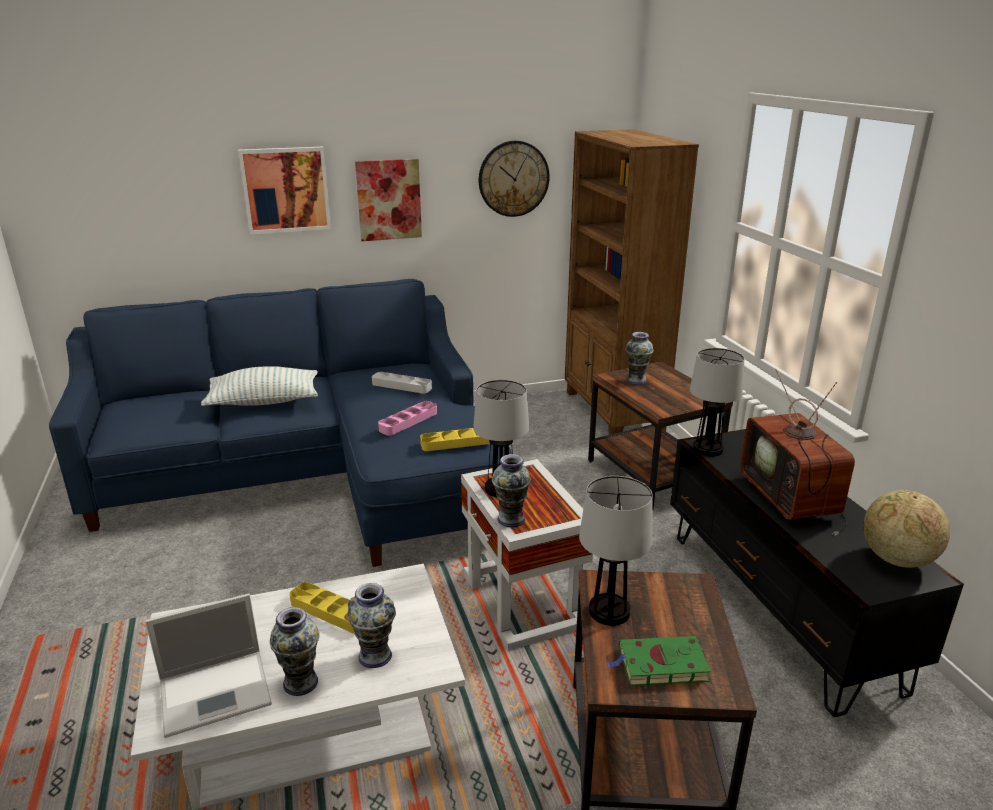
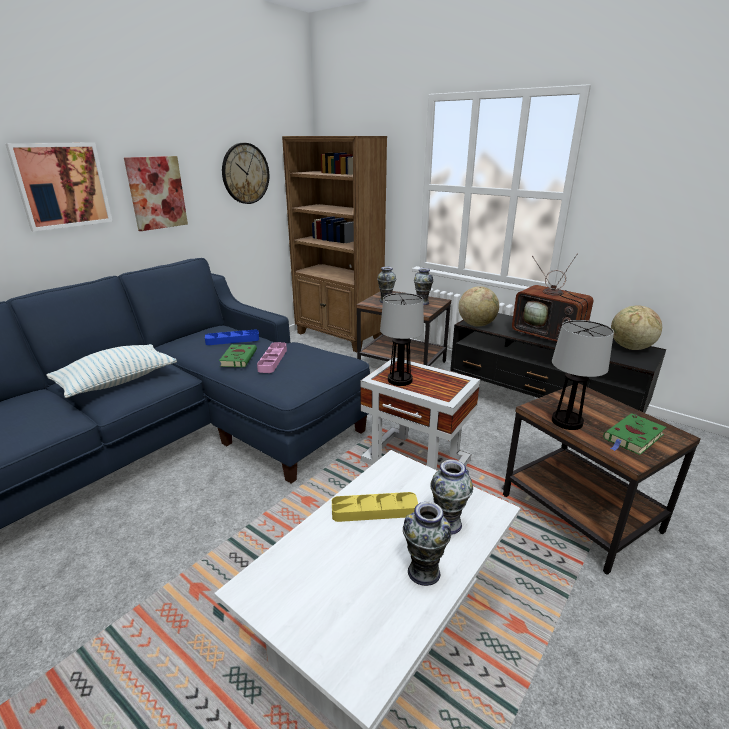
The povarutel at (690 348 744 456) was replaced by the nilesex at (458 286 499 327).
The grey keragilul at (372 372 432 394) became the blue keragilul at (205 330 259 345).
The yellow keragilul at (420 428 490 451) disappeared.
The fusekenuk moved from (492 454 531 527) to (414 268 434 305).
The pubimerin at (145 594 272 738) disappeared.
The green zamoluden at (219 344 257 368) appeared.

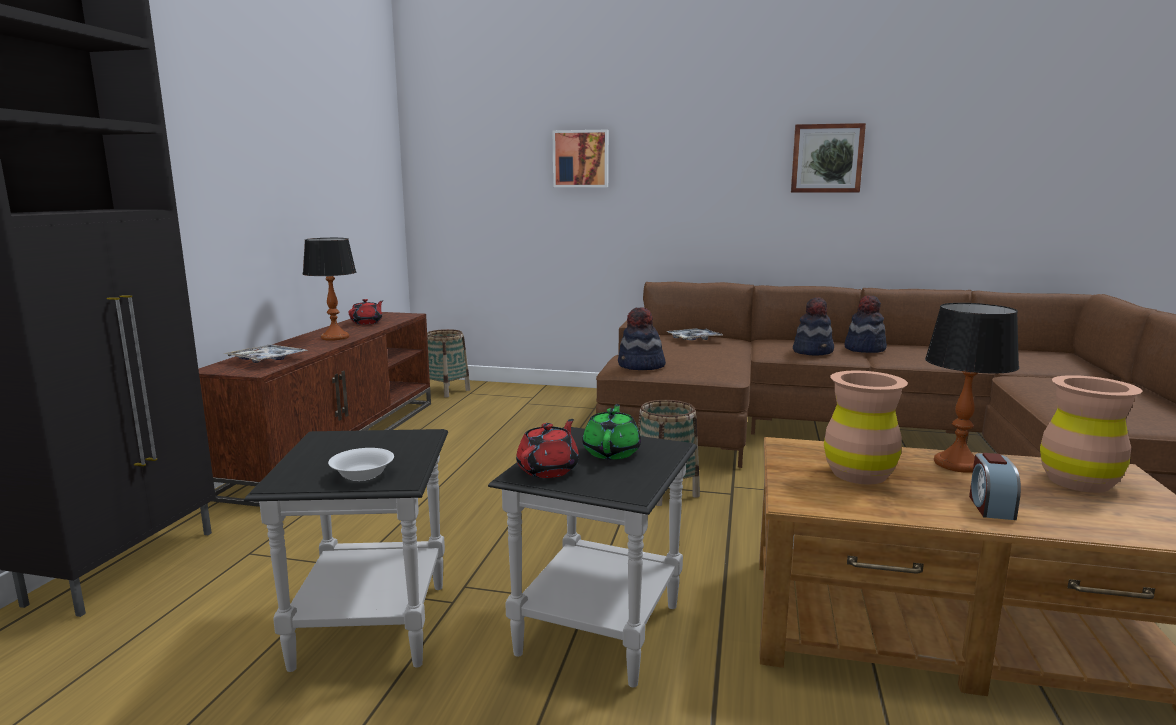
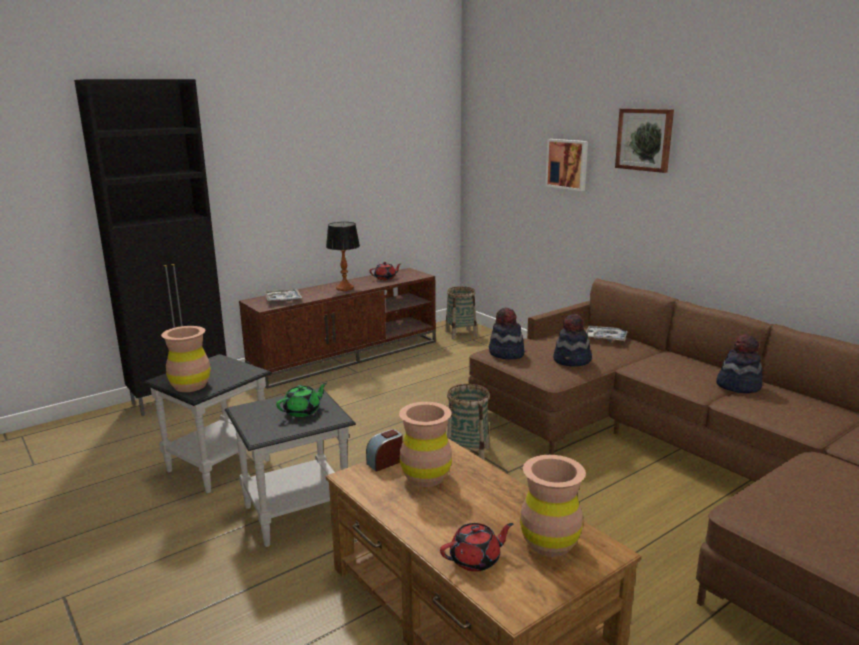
The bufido moved from (791 123 866 193) to (615 108 674 173).
The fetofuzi moved from (793 297 834 355) to (553 314 592 367).
The povarutel at (925 303 1019 473) disappeared.
The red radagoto moved from (516 419 579 478) to (440 523 513 572).
The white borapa at (328 448 394 481) was replaced by the brown fusekenuk at (161 326 211 392).
The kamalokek moved from (969 453 1021 520) to (366 429 403 472).

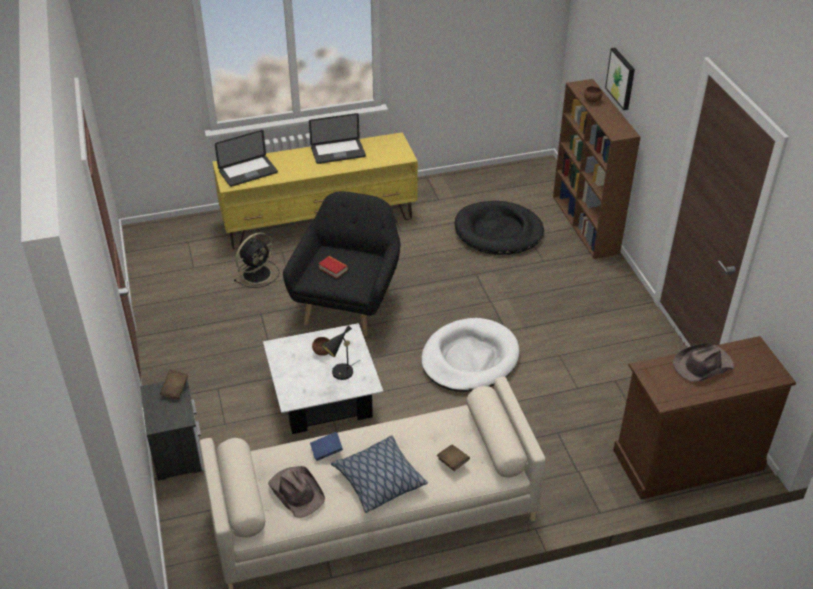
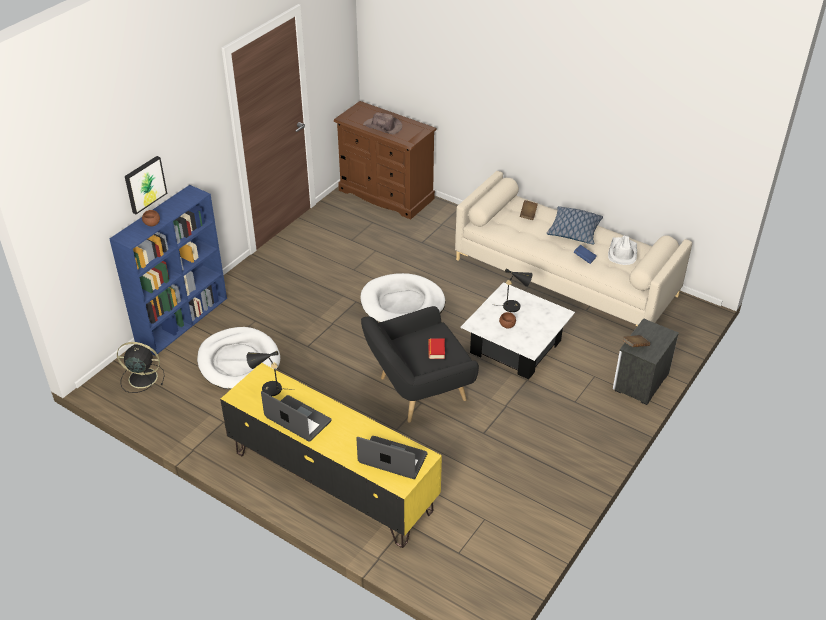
The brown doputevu at (553 79 640 259) became the blue doputevu at (110 185 227 356).
The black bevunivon at (454 201 544 255) became the white bevunivon at (197 327 280 389).
The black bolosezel moved from (233 232 280 288) to (117 342 165 393).
The brown fetofuzi at (268 466 325 518) became the white fetofuzi at (608 236 637 265).
The black povarutel at (247 351 294 396) appeared.

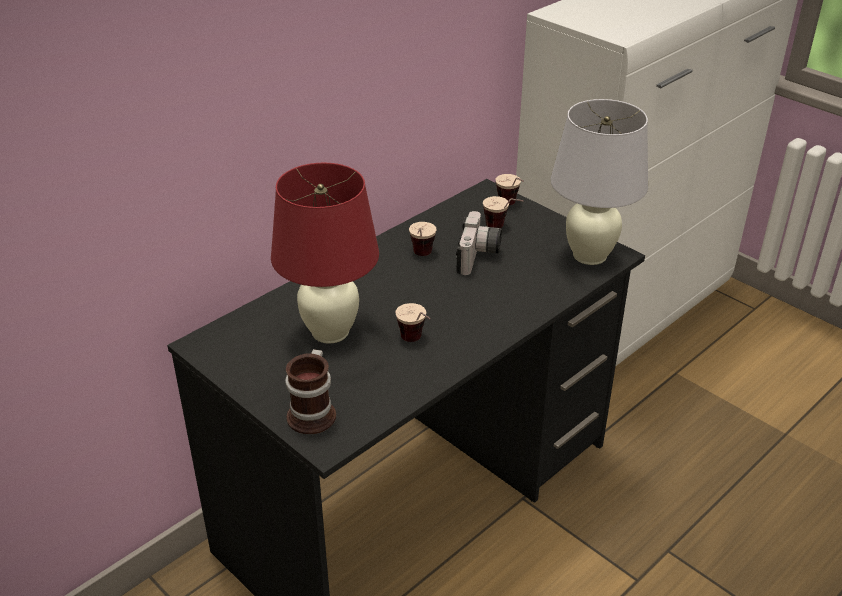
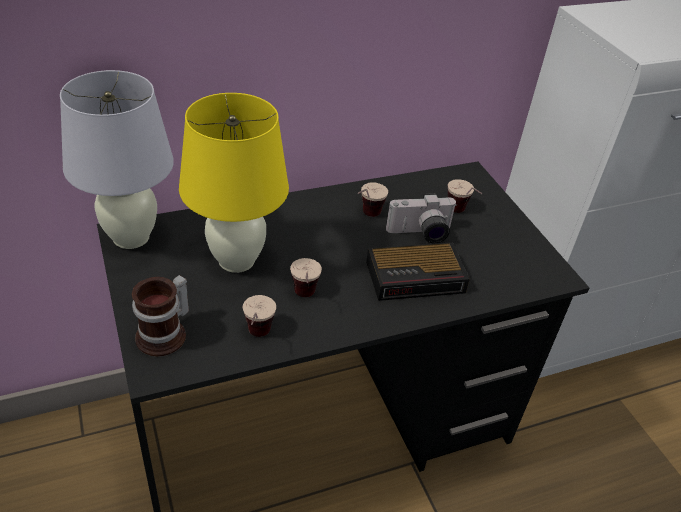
The white povarutel moved from (551 99 648 265) to (60 70 174 249).
The red povarutel at (271 163 379 344) became the yellow povarutel at (179 93 289 273).
The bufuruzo moved from (496 174 524 205) to (243 295 276 337).
The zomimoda at (456 211 502 275) turned 45 degrees clockwise.
The kamalokek at (366 242 470 301) appeared.

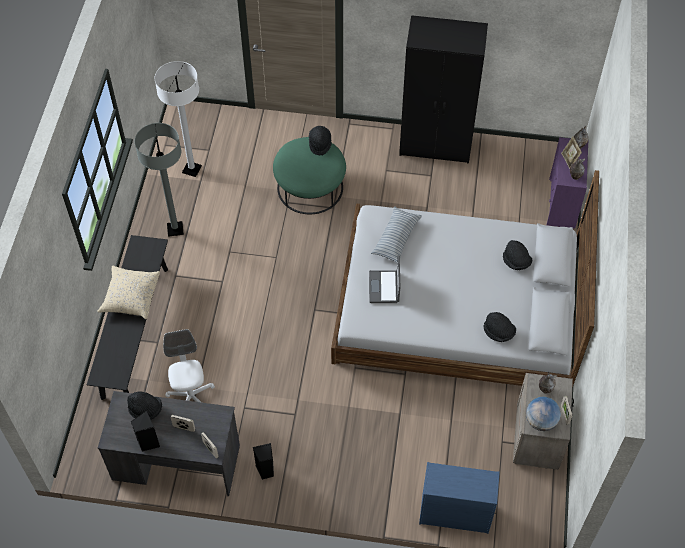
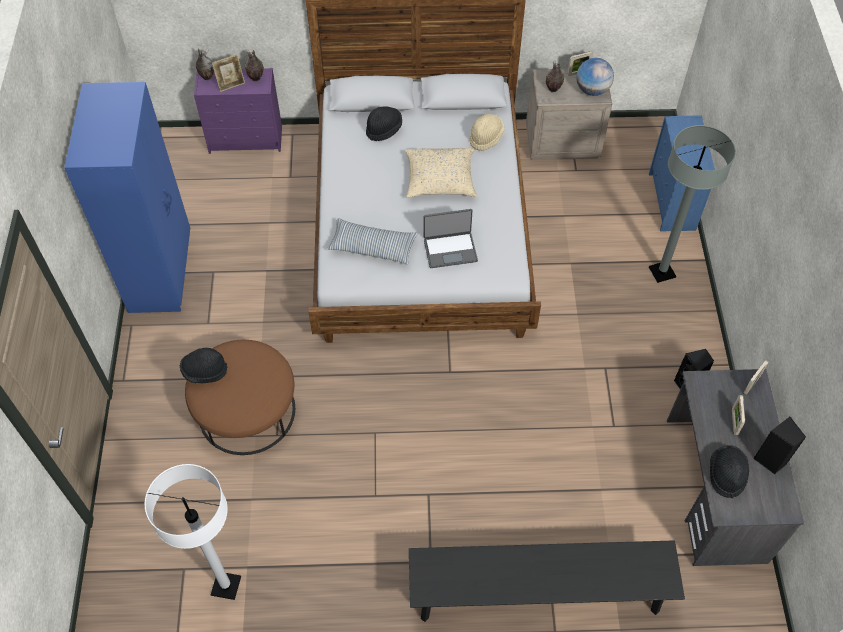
The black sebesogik at (399 15 488 164) became the blue sebesogik at (64 82 190 313).
The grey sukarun moved from (134 123 184 237) to (649 125 736 283).
The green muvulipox at (273 137 346 214) became the brown muvulipox at (185 340 295 455).
The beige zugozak moved from (97 266 160 319) to (405 148 477 198).
The black fetofuzi at (483 312 516 342) became the beige fetofuzi at (469 114 505 151).
The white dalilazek at (163 329 215 403) disappeared.

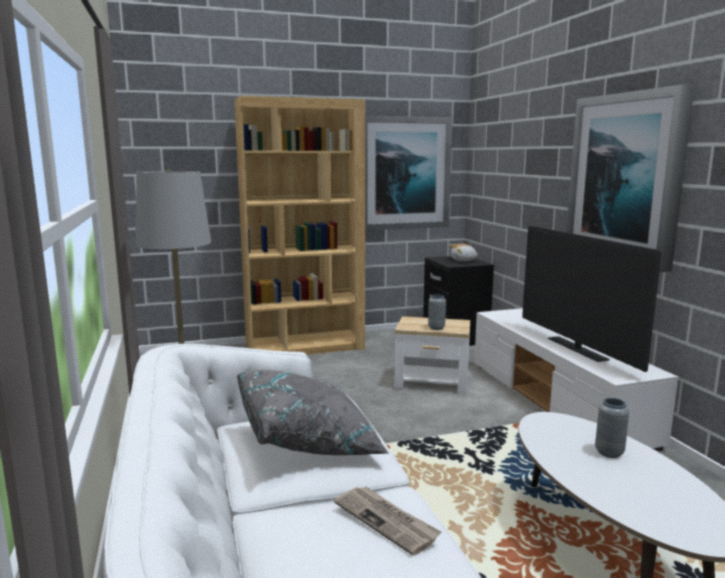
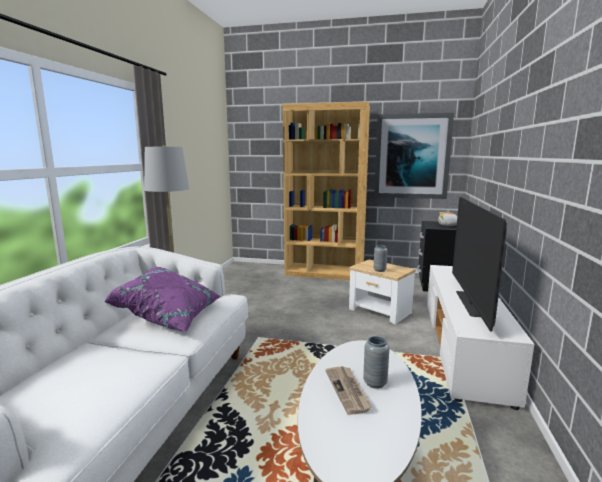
The bufido at (566 84 695 272) disappeared.
The grey zugozak at (237 370 389 455) became the purple zugozak at (104 267 221 333).
The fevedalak moved from (334 487 442 555) to (326 366 372 415).

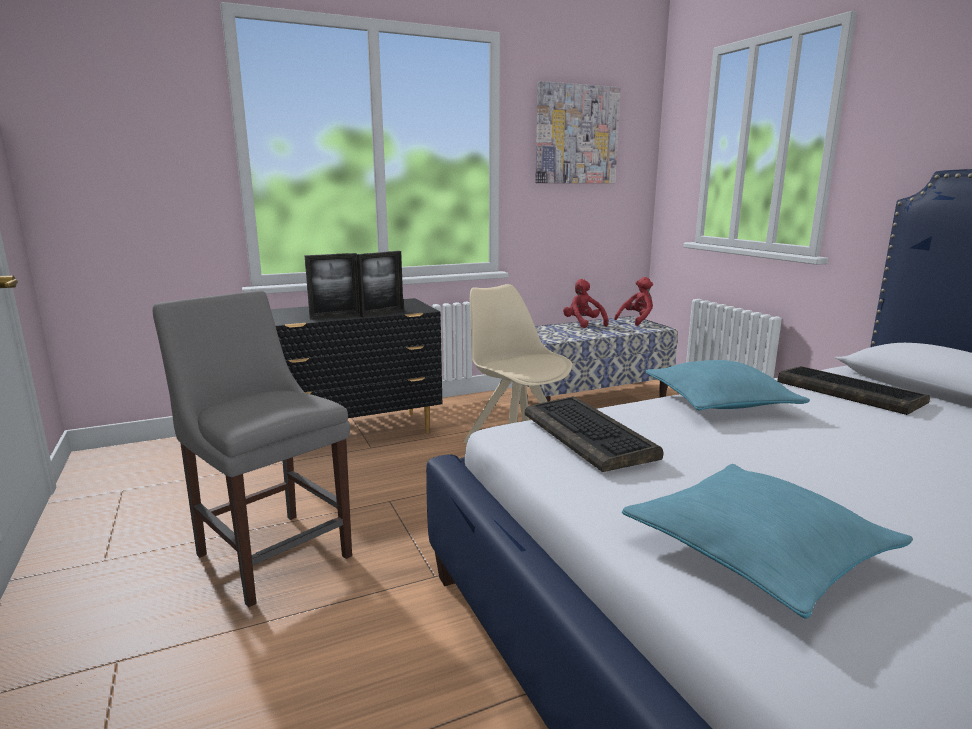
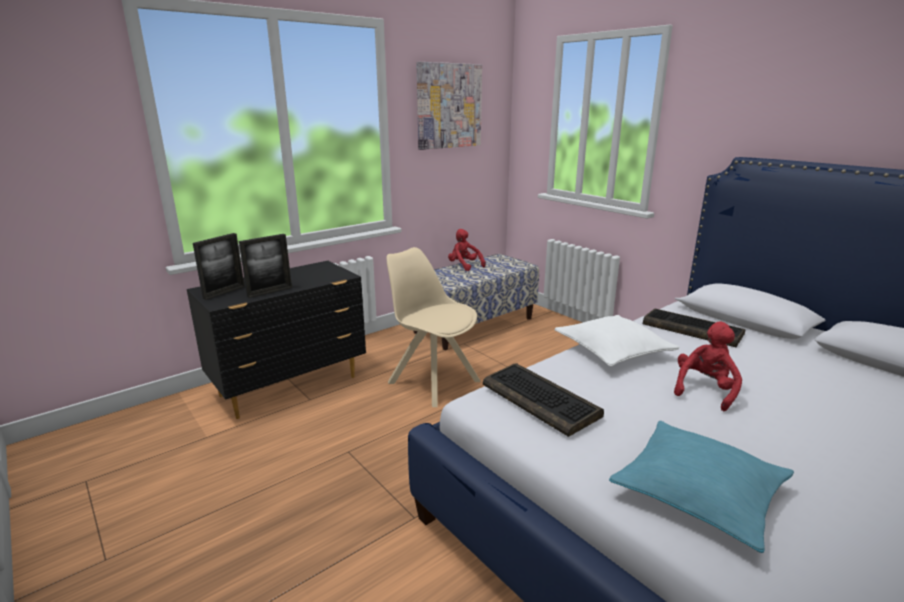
The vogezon moved from (357 251 404 317) to (193 233 245 300).
The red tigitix moved from (614 277 653 326) to (674 321 742 411).
The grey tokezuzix at (153 290 352 607) disappeared.
The turquoise zugozak at (645 360 810 410) became the white zugozak at (554 315 680 367).

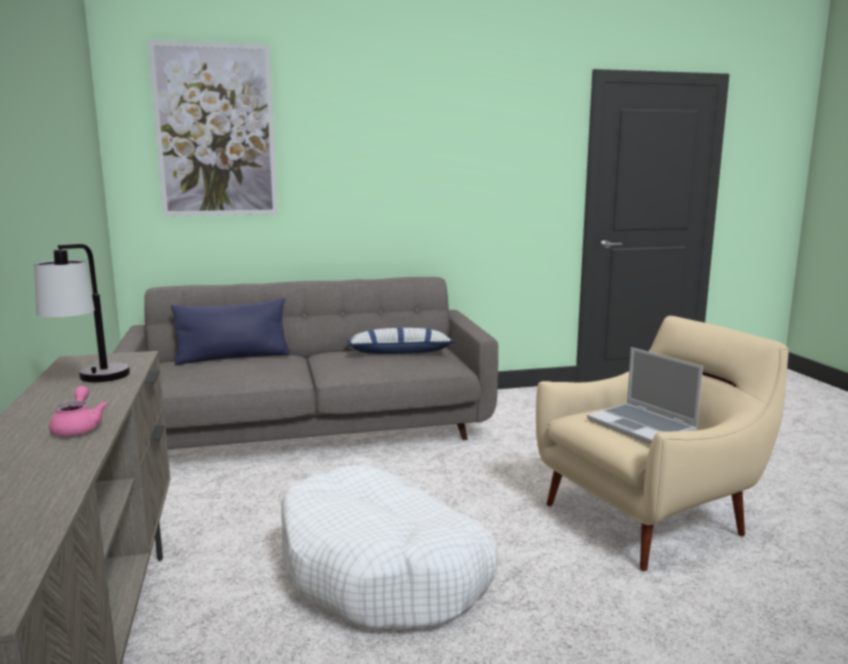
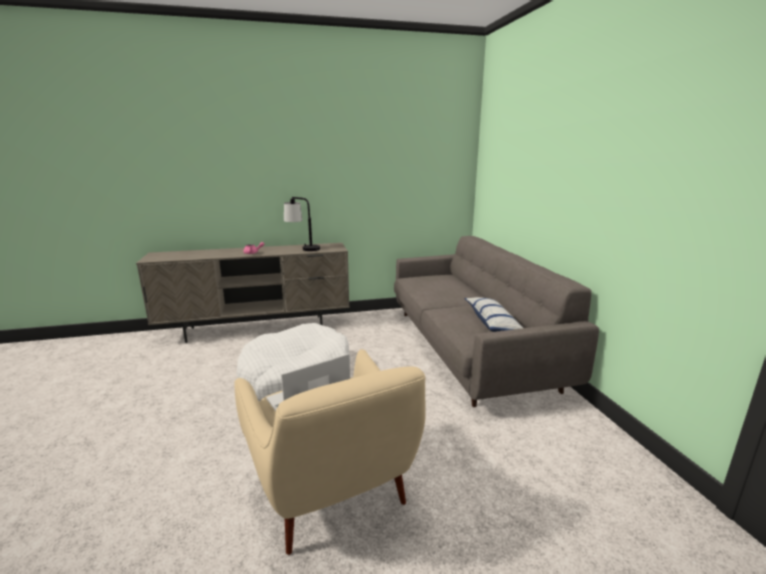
The bufido at (148 40 278 216) disappeared.
The blue zugozak at (171 298 290 365) disappeared.

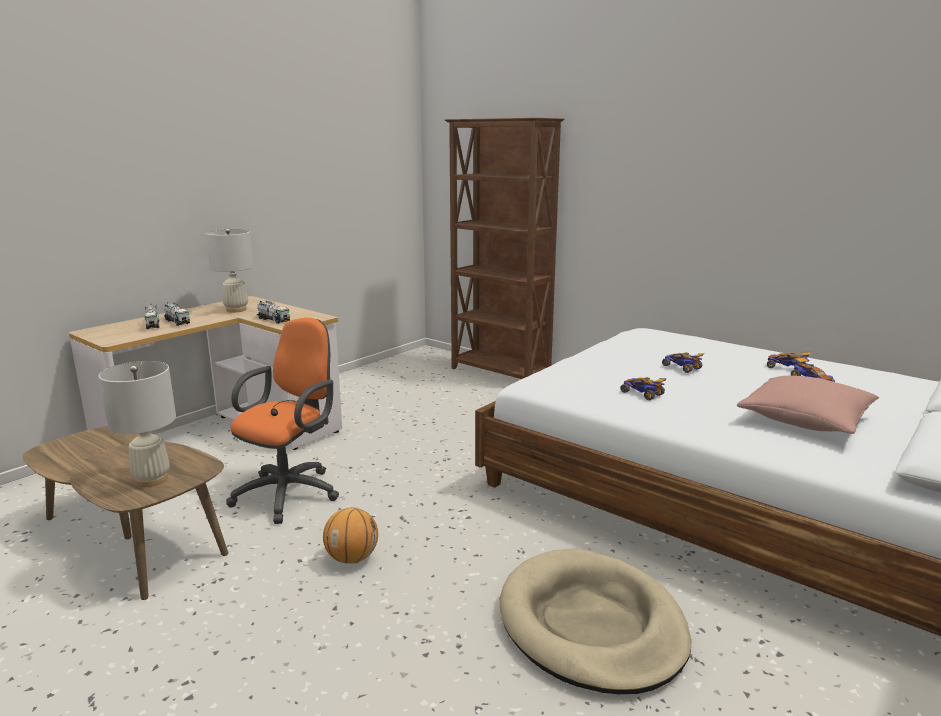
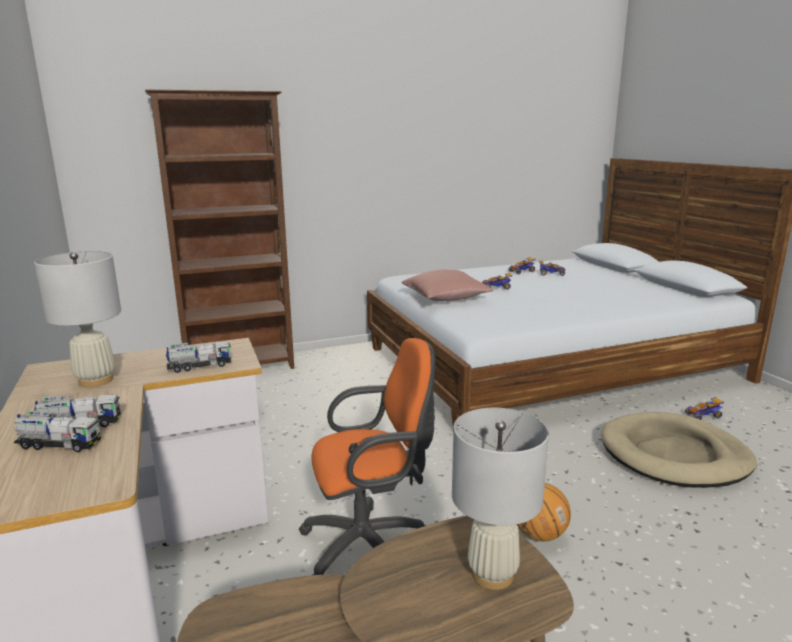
The orange dalilazek at (226 318 339 524) turned 105 degrees clockwise.
The pink zugozak moved from (737 376 879 434) to (401 270 494 301).
The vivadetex moved from (620 377 667 400) to (685 397 724 420).

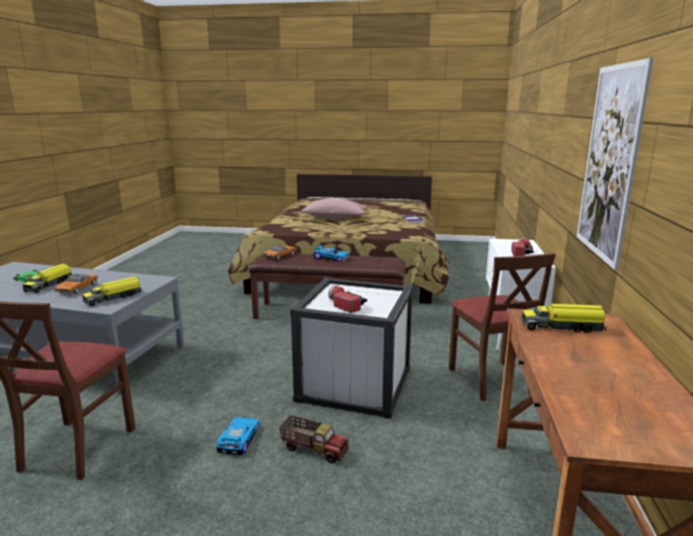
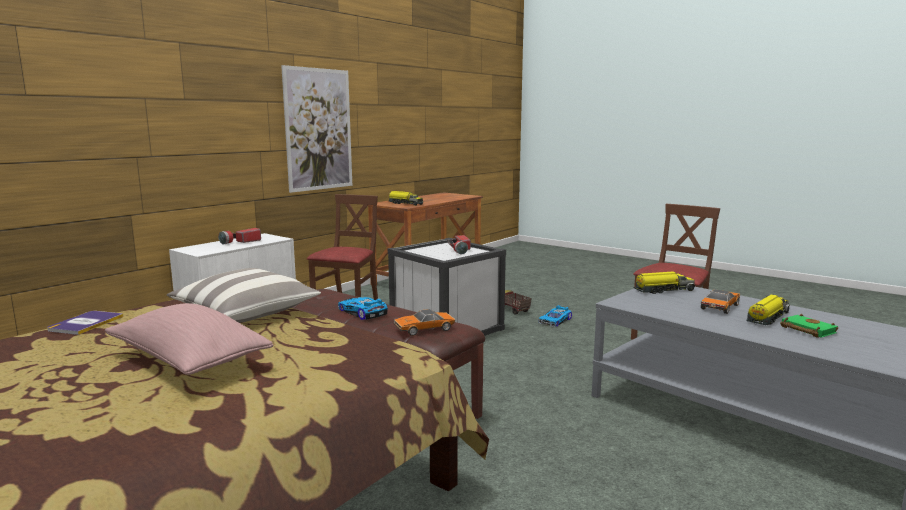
The zugozak at (167 268 321 323) appeared.

